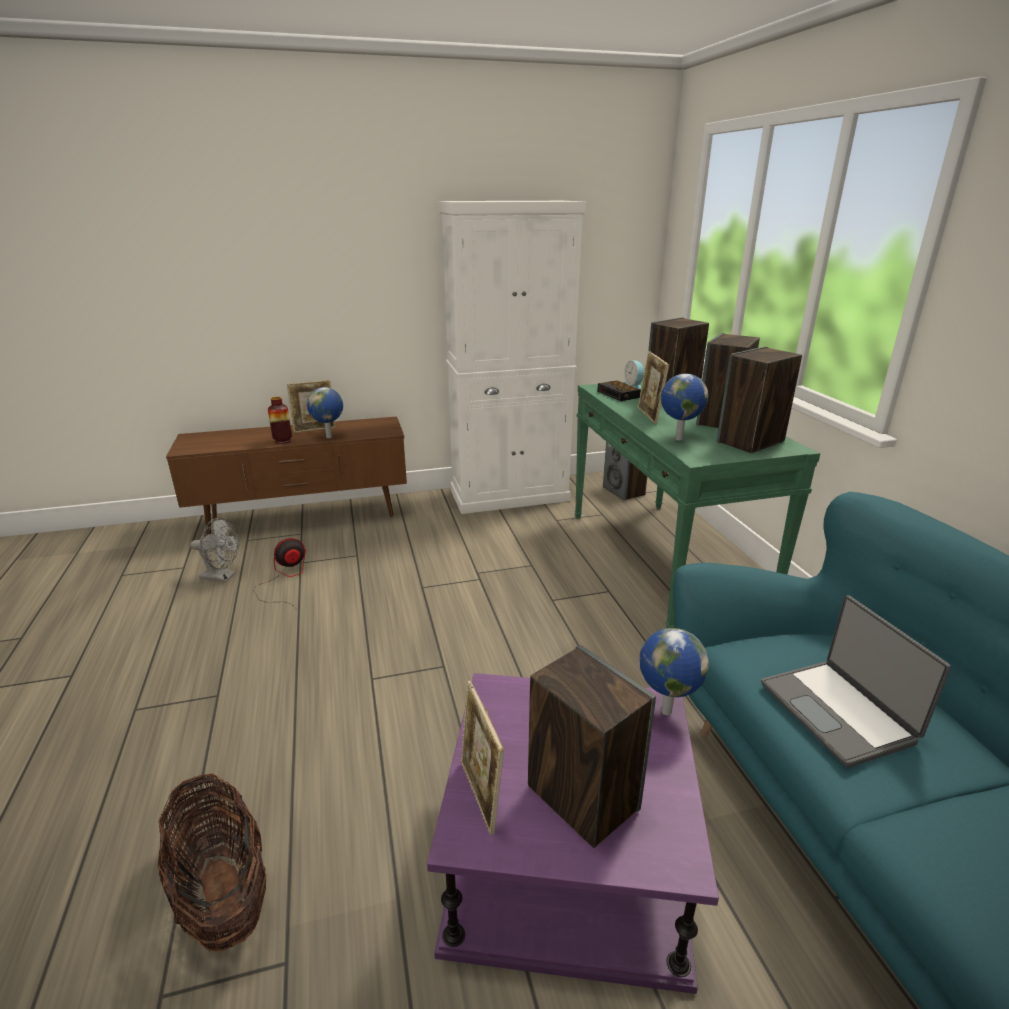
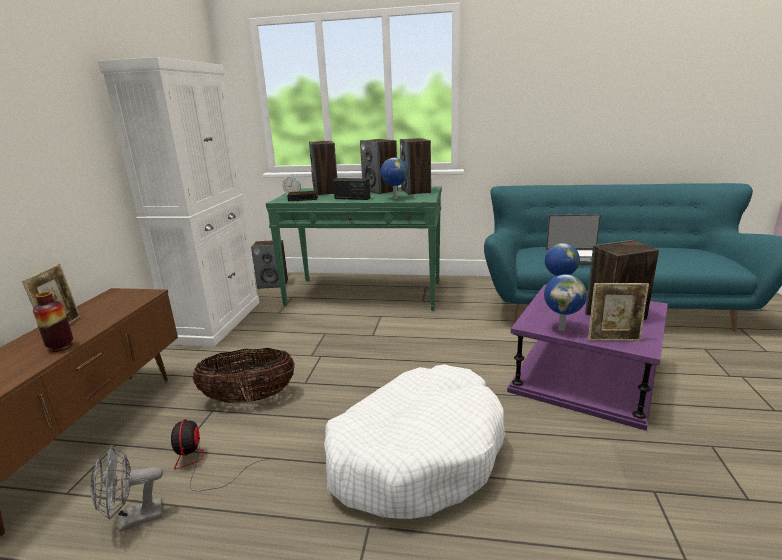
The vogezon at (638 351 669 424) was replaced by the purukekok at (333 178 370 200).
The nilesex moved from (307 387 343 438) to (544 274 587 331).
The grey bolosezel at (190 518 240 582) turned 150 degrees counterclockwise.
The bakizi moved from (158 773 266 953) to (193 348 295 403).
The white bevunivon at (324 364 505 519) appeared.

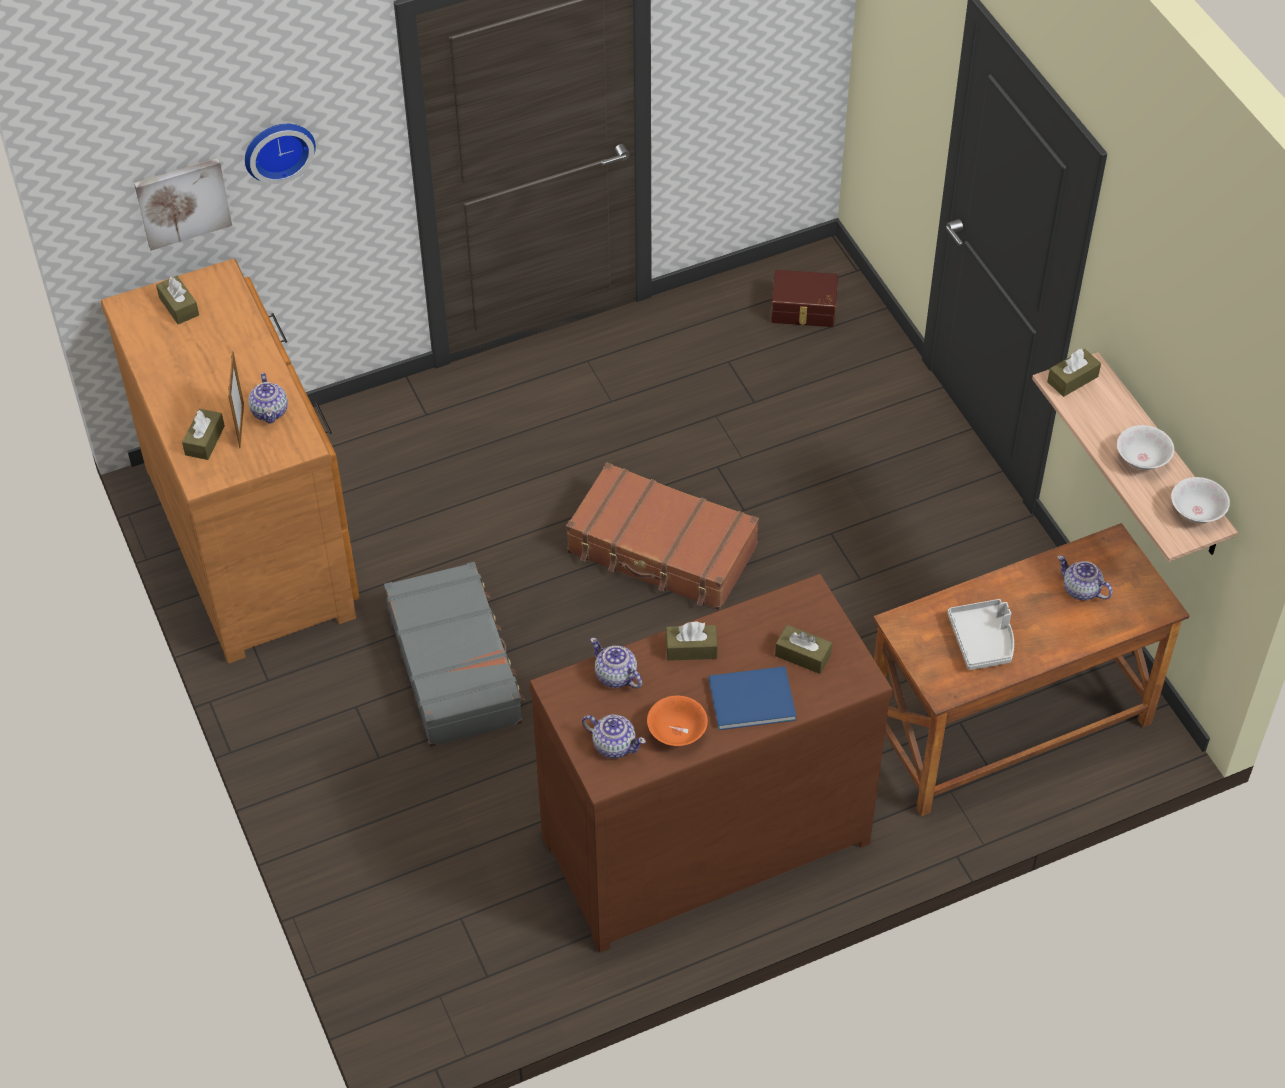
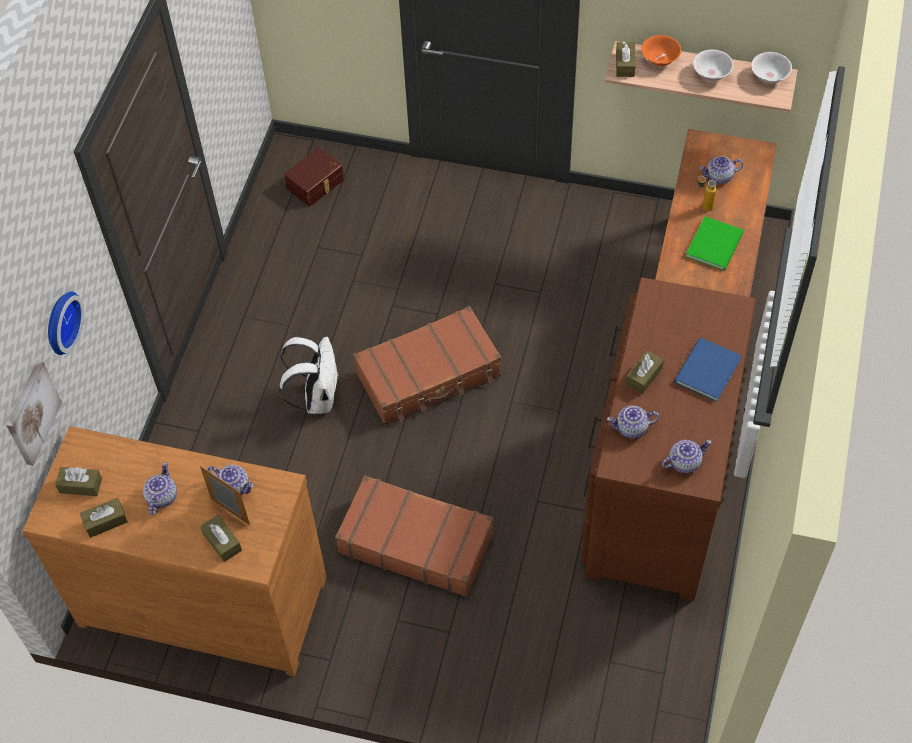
The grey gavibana at (384 562 525 747) became the brown gavibana at (335 475 493 597).
The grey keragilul at (947 599 1014 670) was replaced by the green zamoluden at (686 216 744 271).
The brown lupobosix moved from (775 625 832 674) to (80 498 128 538).
The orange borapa moved from (647 696 708 746) to (641 35 681 66).
The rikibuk at (697 176 717 211) appeared.
The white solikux at (279 337 339 414) appeared.
The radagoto at (143 462 177 515) appeared.

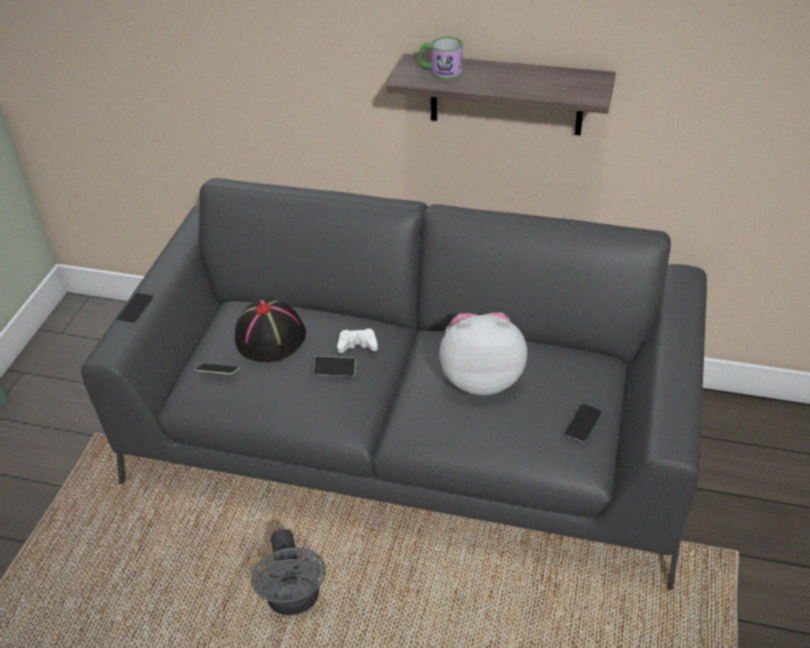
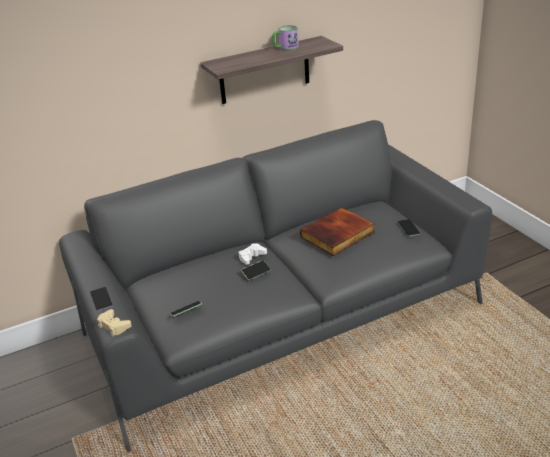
The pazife moved from (419 37 463 80) to (272 25 299 51).
The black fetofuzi at (235 298 306 362) disappeared.
The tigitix at (439 312 527 395) was replaced by the zamoluden at (300 207 375 256).
The grey bolosezel at (251 529 326 615) disappeared.
The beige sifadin at (97 309 132 337) appeared.

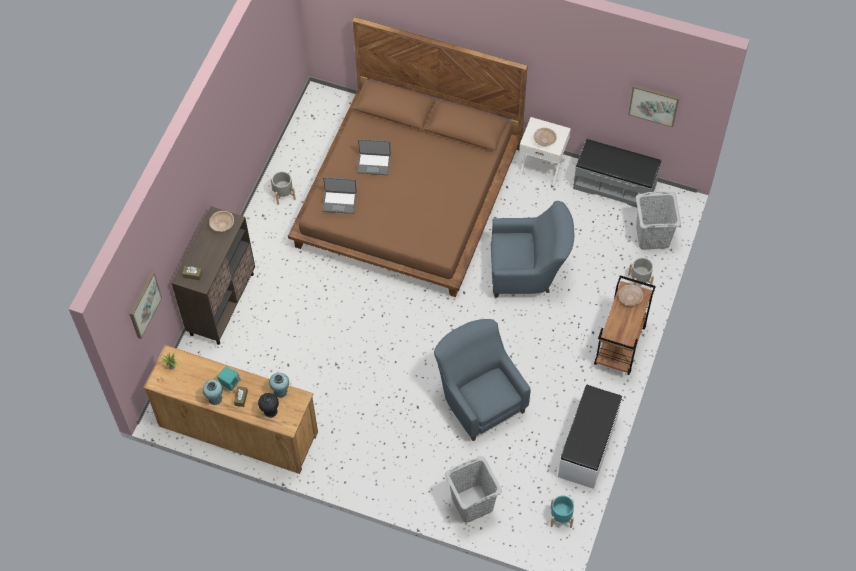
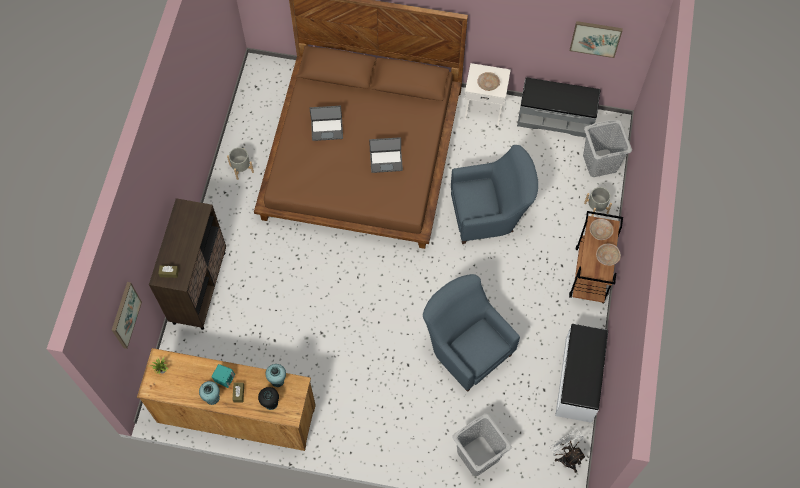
The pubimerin moved from (322 177 357 214) to (369 137 403 173).
The beige borapa moved from (209 211 234 232) to (596 244 621 266).
The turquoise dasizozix at (550 495 574 528) was replaced by the white bolosezel at (550 429 586 473).

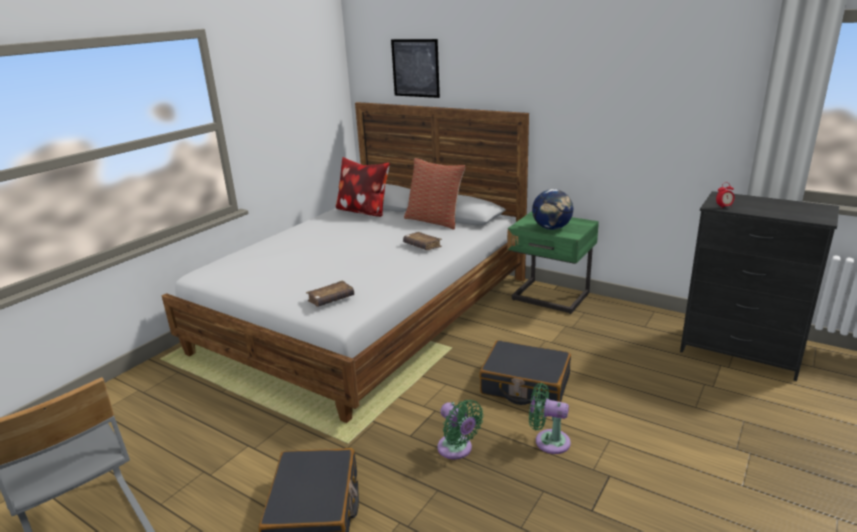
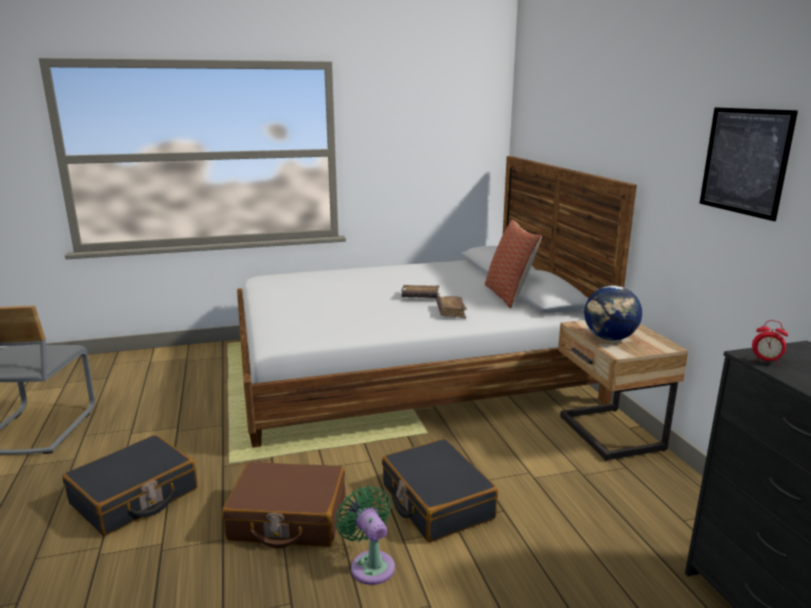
The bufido moved from (391 39 440 98) to (700 108 798 221).
The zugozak at (336 157 390 217) disappeared.
The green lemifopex at (507 211 599 314) became the beige lemifopex at (558 320 688 461).
The brown zamoluden moved from (306 281 354 307) to (401 285 440 298).
The green bolosezel at (437 400 484 459) was replaced by the brown gavibana at (222 462 345 549).

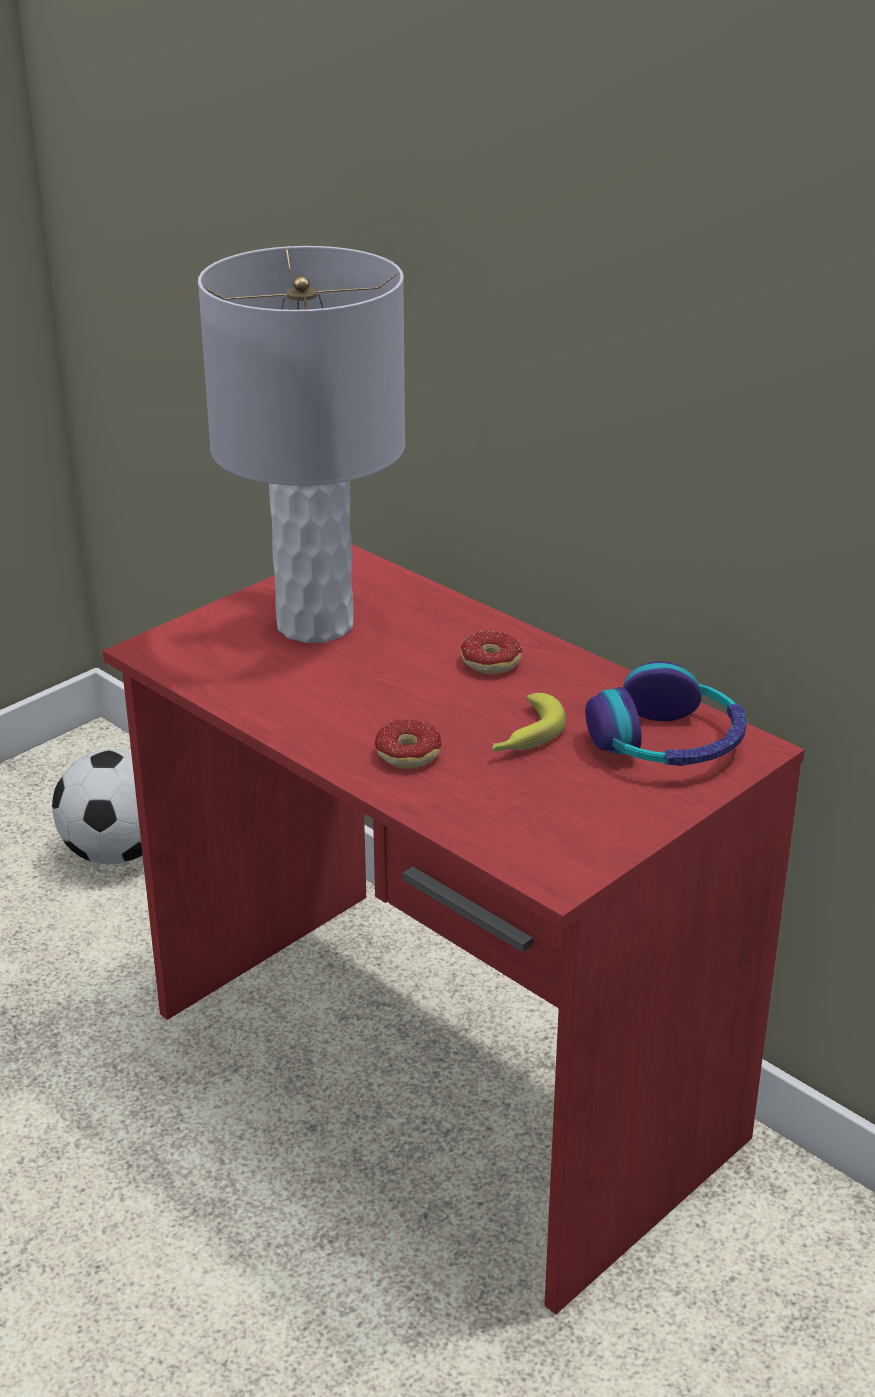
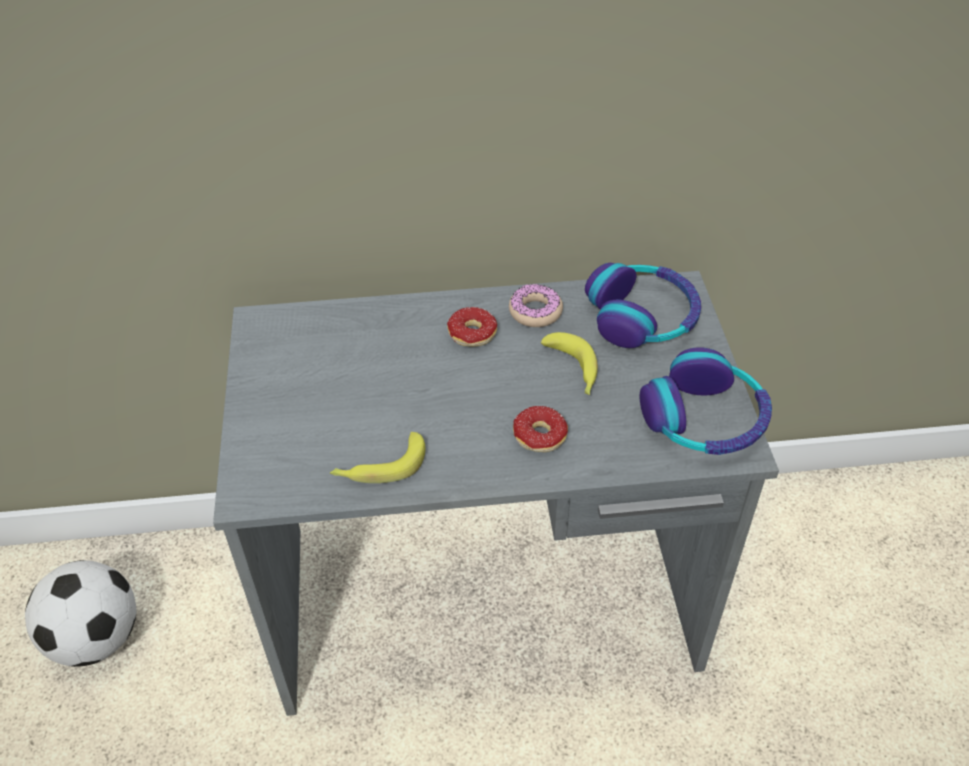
The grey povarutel at (198 246 406 643) disappeared.
The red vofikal at (103 544 805 1314) became the grey vofikal at (213 271 779 716).
The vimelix at (509 284 563 327) appeared.
The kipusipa at (640 347 772 455) appeared.
The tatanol at (330 432 425 483) appeared.

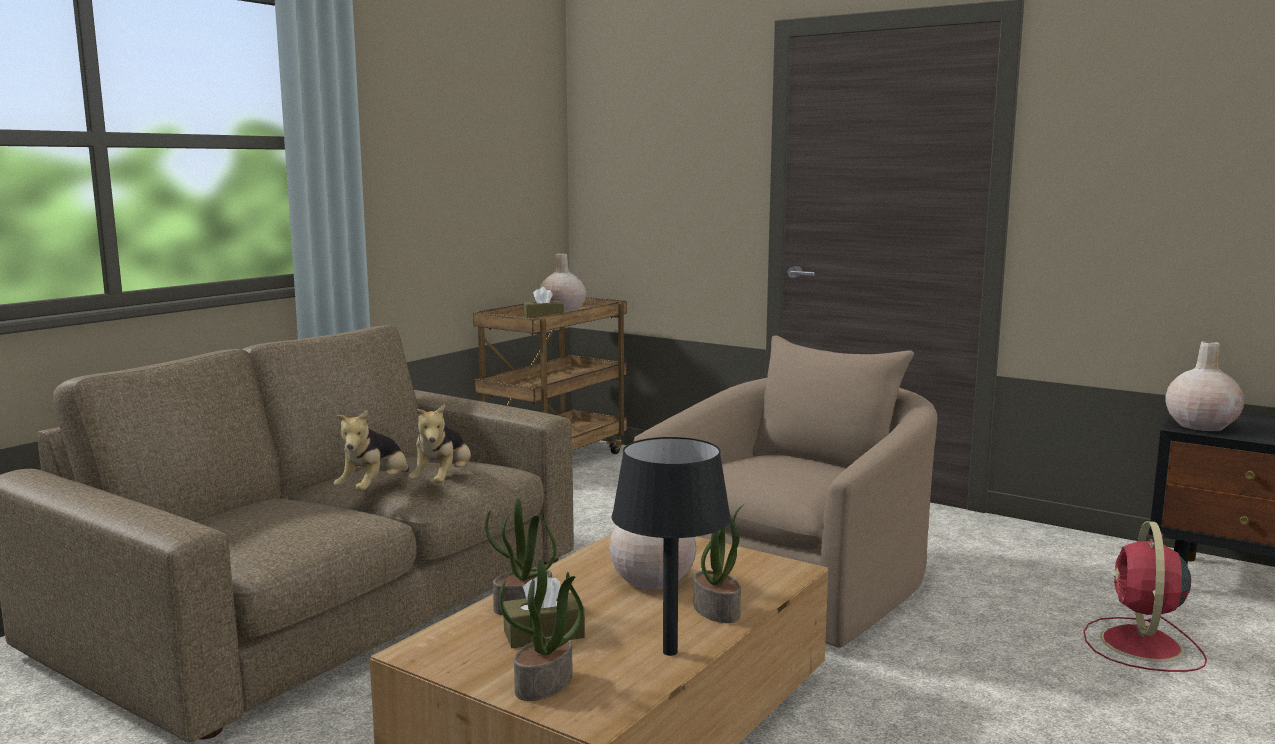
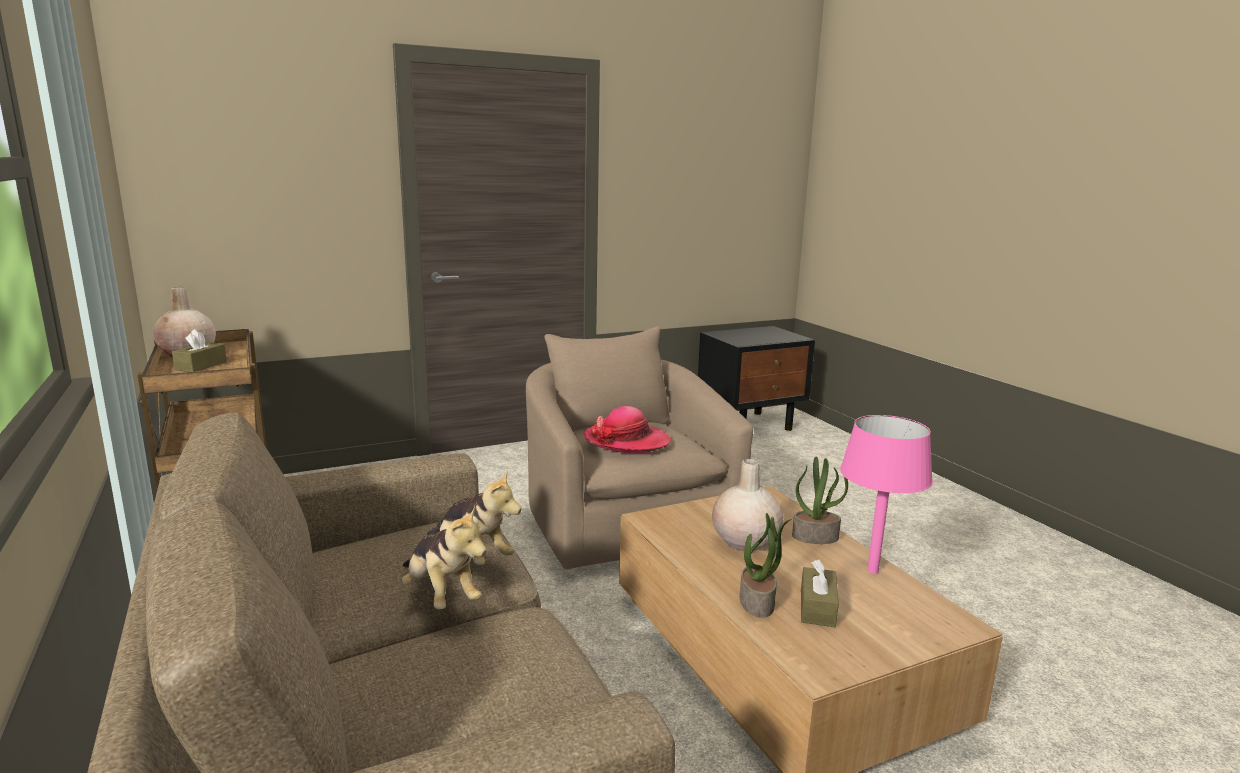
The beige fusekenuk at (1165 341 1244 431) disappeared.
The black povarutel at (612 437 731 656) became the pink povarutel at (840 415 933 574).
The red bolosezel at (1083 521 1207 672) disappeared.
The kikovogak at (499 560 584 701) disappeared.
The fetofuzi at (584 406 671 453) appeared.

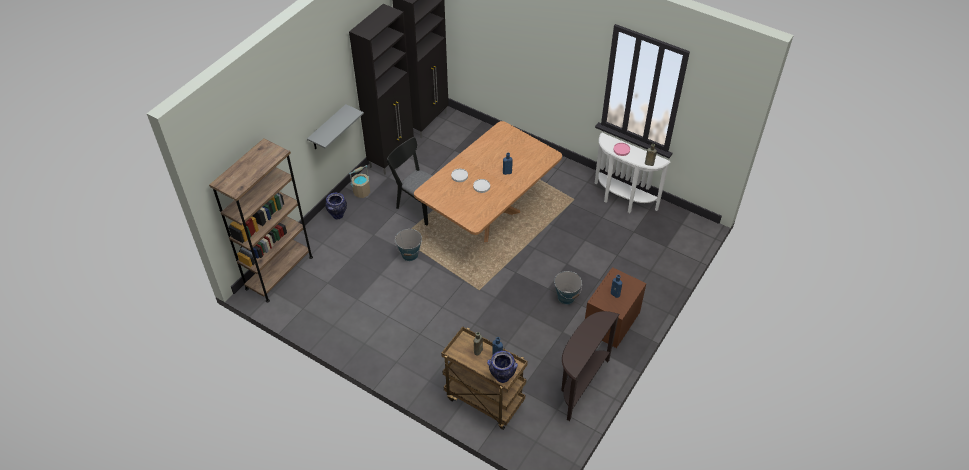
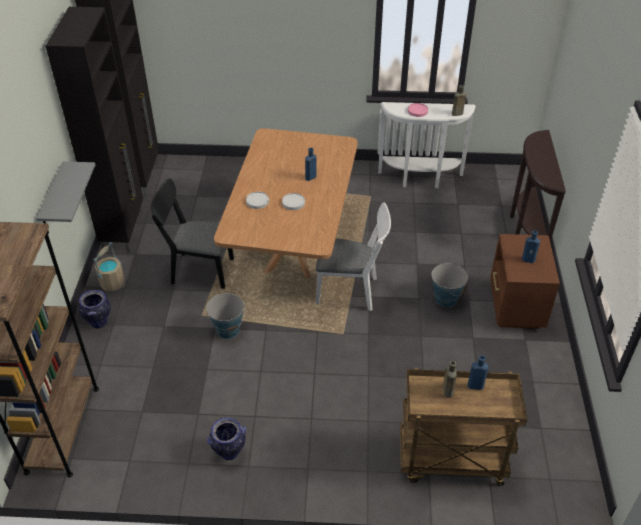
The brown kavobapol moved from (561 311 619 421) to (510 130 566 242).
The fusekenuk moved from (487 351 518 383) to (207 418 246 460).
The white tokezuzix at (316 202 391 311) appeared.

